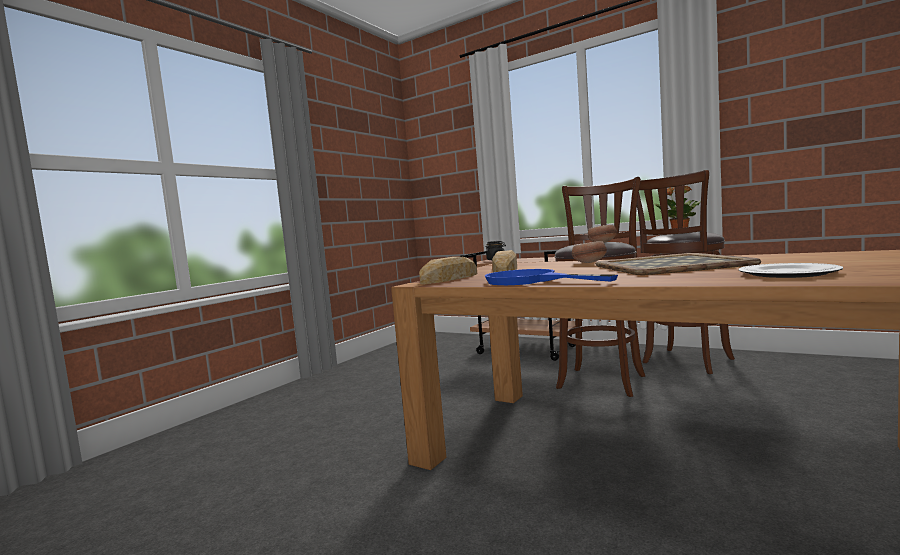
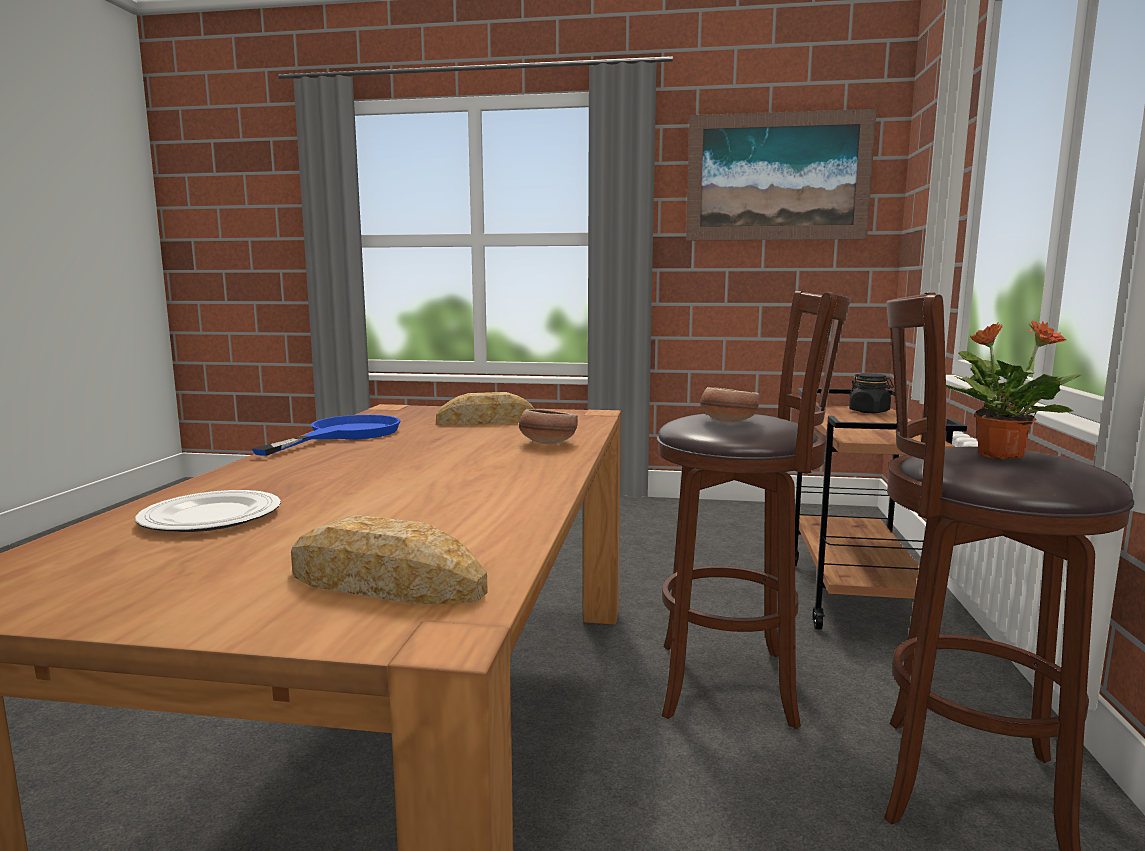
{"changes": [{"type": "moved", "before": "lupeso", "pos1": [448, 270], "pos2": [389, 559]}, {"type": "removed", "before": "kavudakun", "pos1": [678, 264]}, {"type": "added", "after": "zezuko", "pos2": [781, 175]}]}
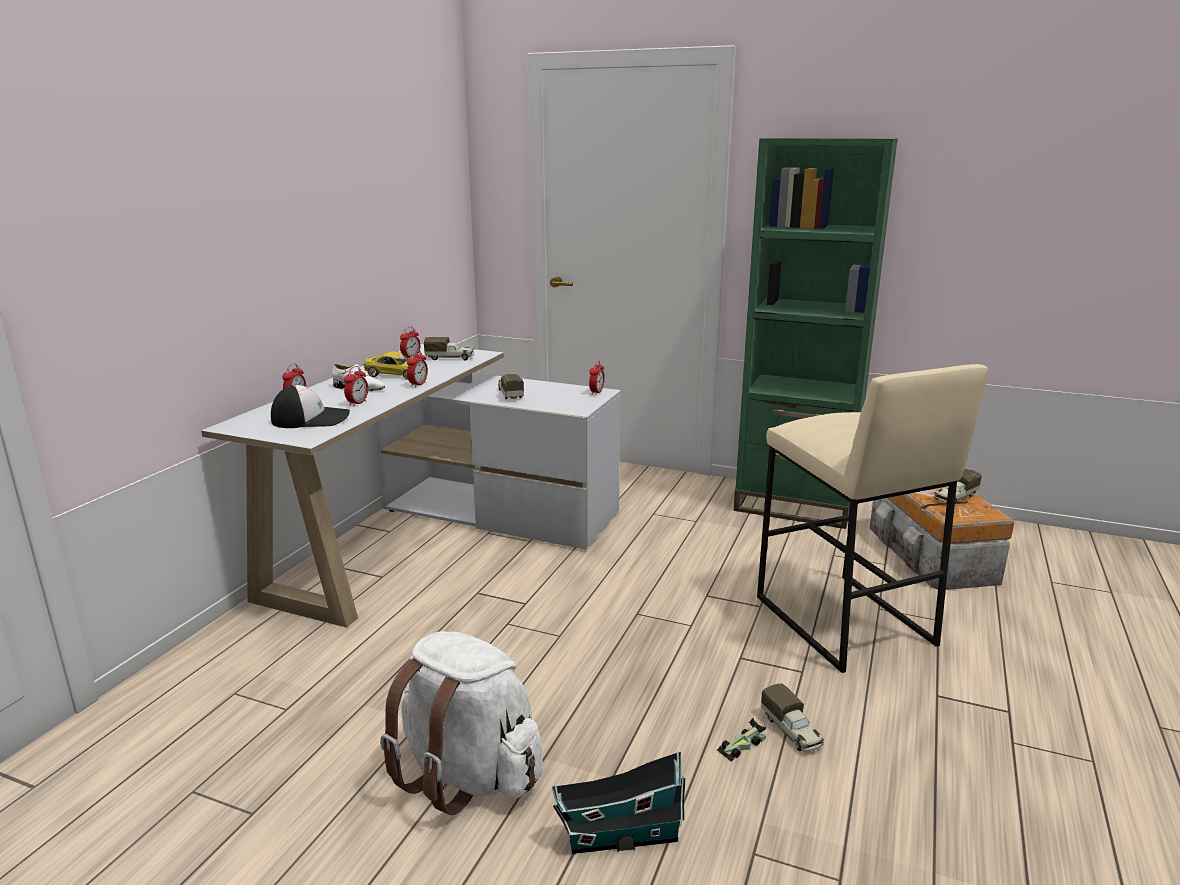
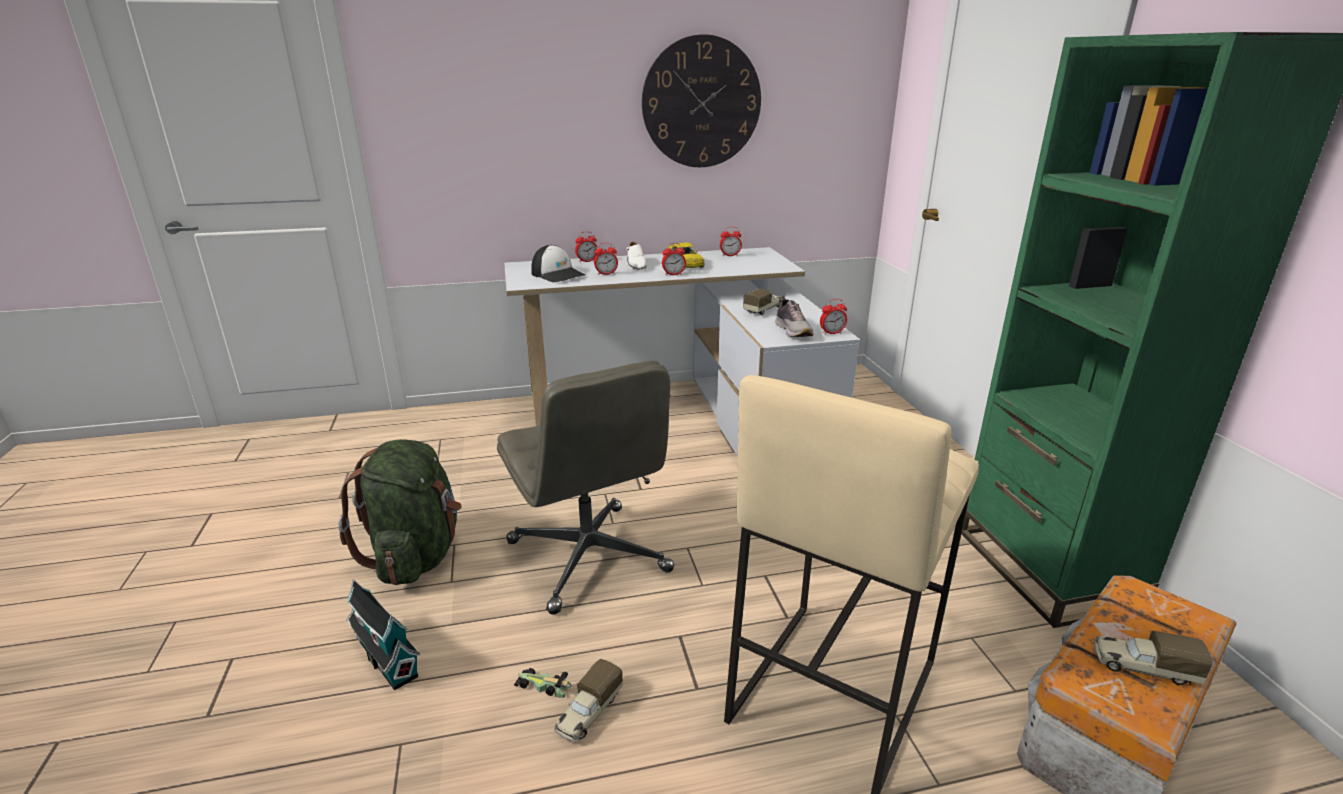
{"changes": [{"type": "recoloured", "before": "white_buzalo", "after": "green_buzalo", "pos1": [461, 723], "pos2": [400, 512]}, {"type": "removed", "before": "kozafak", "pos1": [449, 348]}, {"type": "added", "after": "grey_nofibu", "pos2": [585, 487]}, {"type": "added", "after": "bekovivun", "pos2": [701, 100]}, {"type": "added", "after": "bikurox", "pos2": [794, 316]}]}
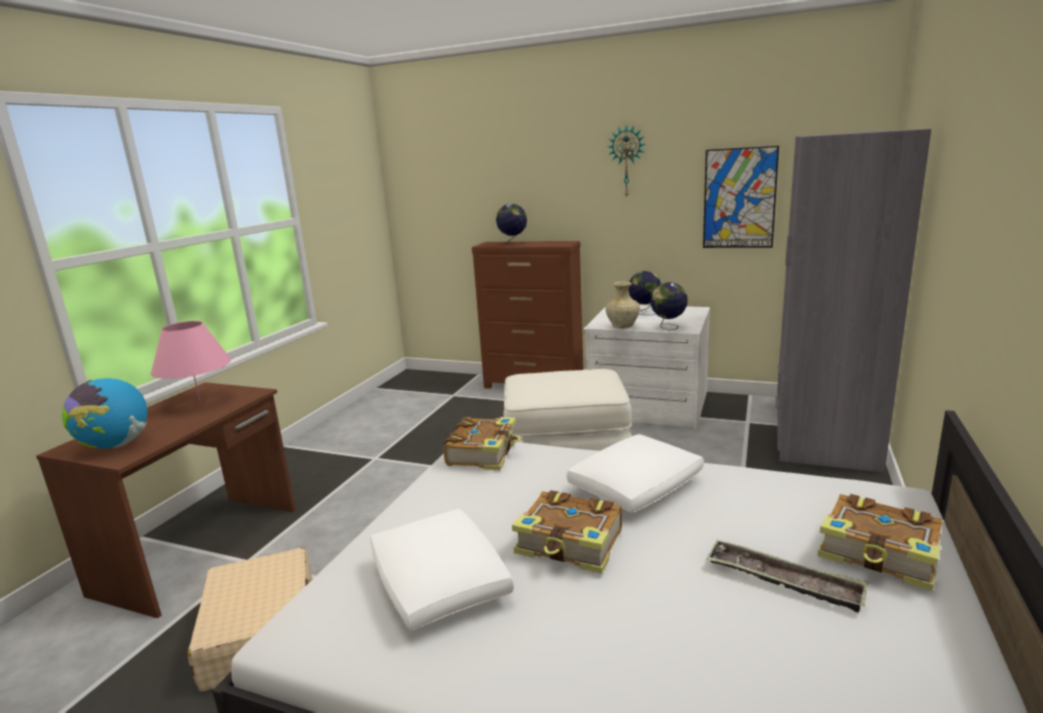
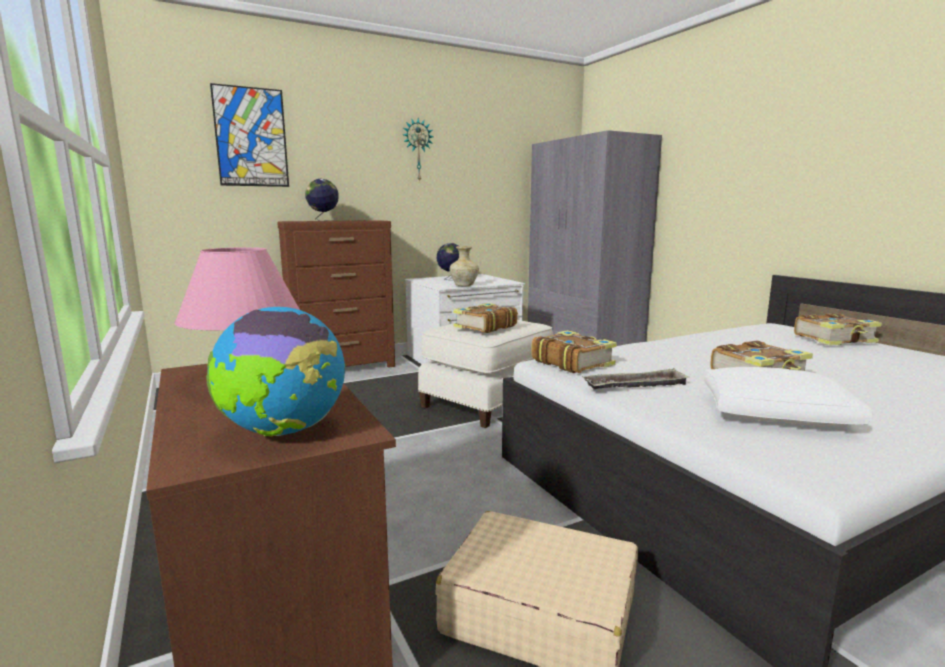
{"changes": [{"type": "removed", "before": "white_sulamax", "pos1": [635, 473]}, {"type": "removed", "before": "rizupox", "pos1": [669, 306]}, {"type": "moved", "before": "zezuko", "pos1": [741, 197], "pos2": [249, 135]}, {"type": "moved", "before": "kavudakun", "pos1": [787, 576], "pos2": [636, 378]}, {"type": "added", "after": "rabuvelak", "pos2": [485, 318]}]}
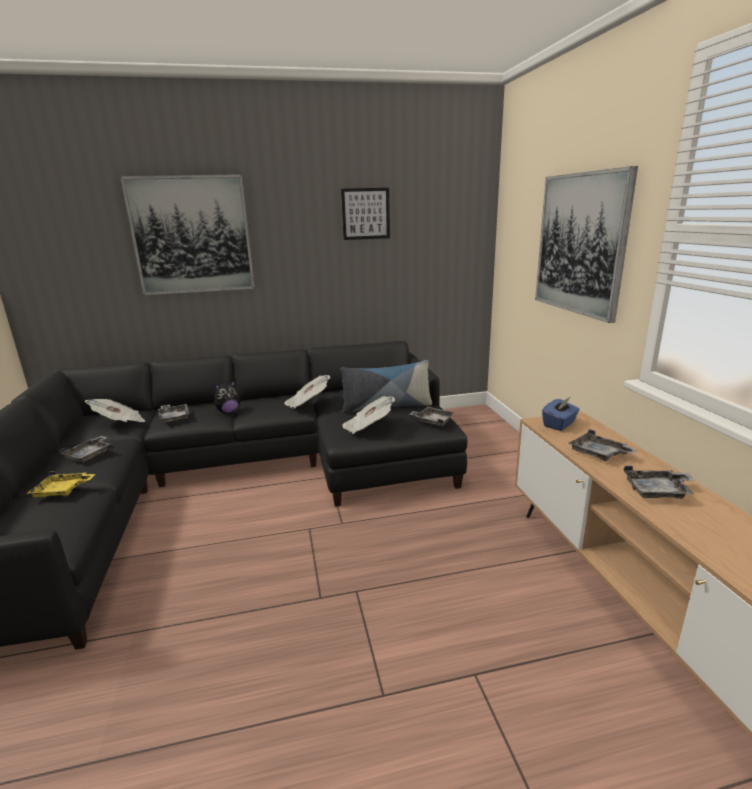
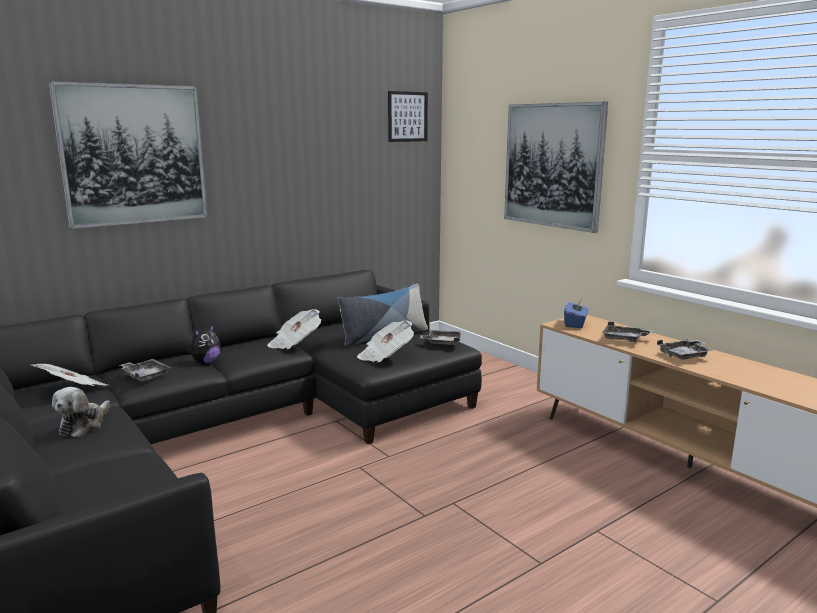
{"changes": [{"type": "removed", "before": "yellow_kavudakun", "pos1": [60, 484]}, {"type": "replaced", "before": "grey_kavudakun", "after": "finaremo", "pos1": [84, 449], "pos2": [81, 412]}, {"type": "moved", "before": "zezuko", "pos1": [365, 214], "pos2": [408, 116]}]}
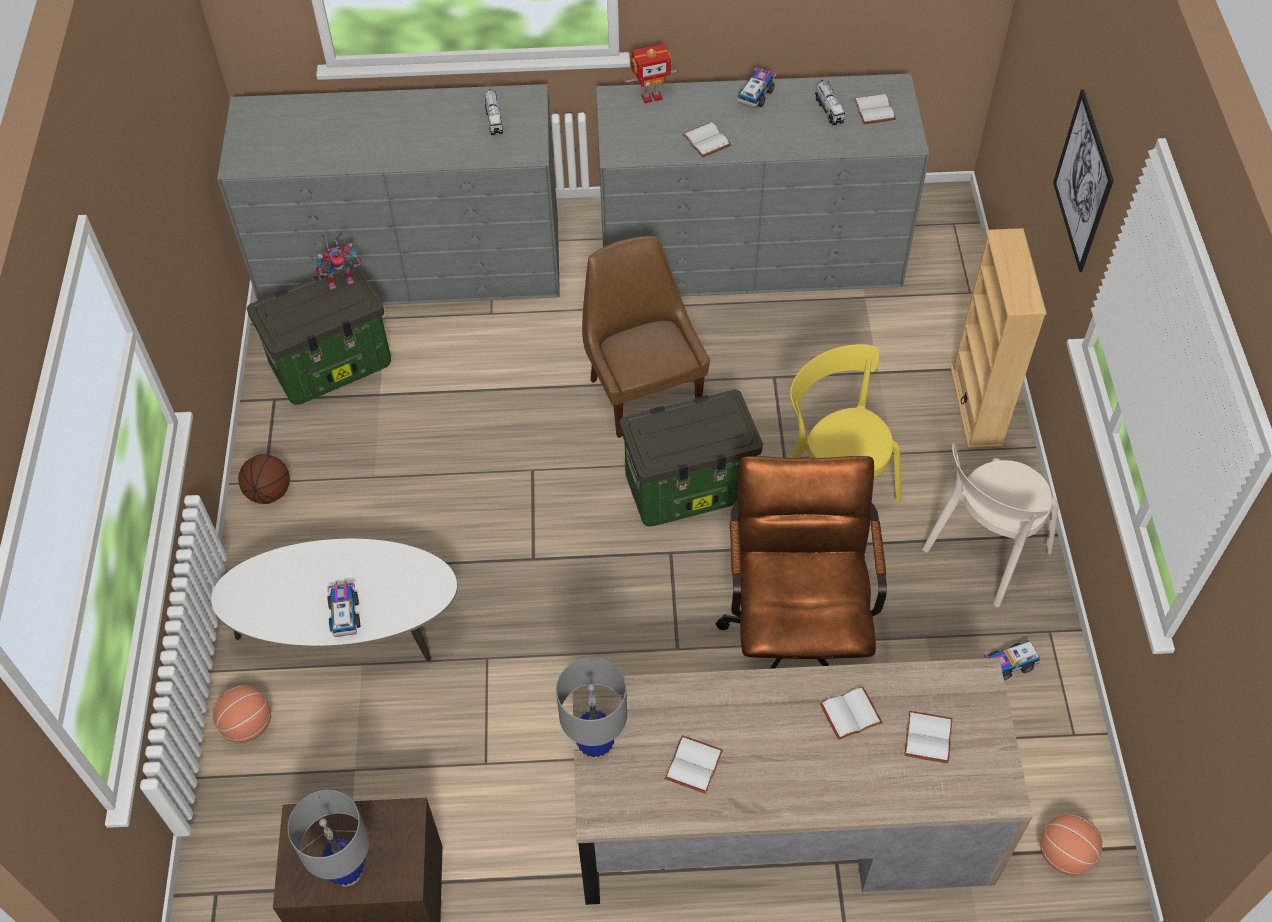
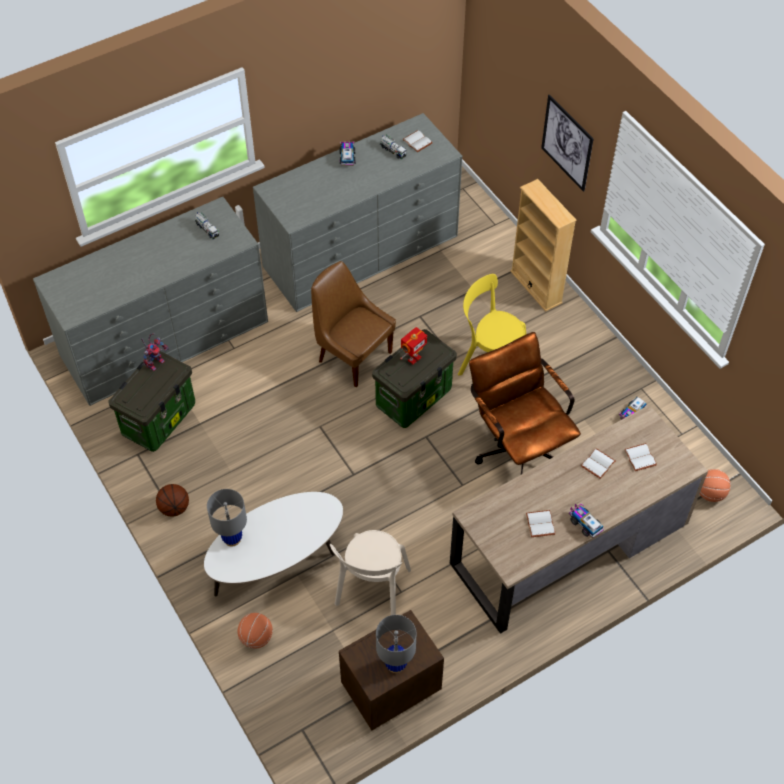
{"changes": [{"type": "moved", "before": "kozafak", "pos1": [343, 609], "pos2": [586, 520]}, {"type": "moved", "before": "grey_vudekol", "pos1": [591, 708], "pos2": [227, 517]}, {"type": "moved", "before": "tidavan", "pos1": [651, 73], "pos2": [413, 346]}, {"type": "removed", "before": "white_rabuvelak", "pos1": [707, 139]}, {"type": "moved", "before": "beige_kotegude", "pos1": [990, 525], "pos2": [370, 572]}]}
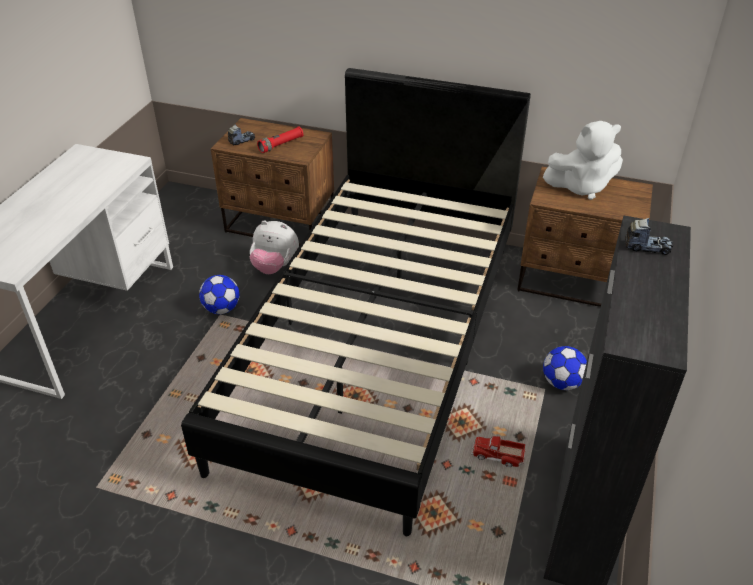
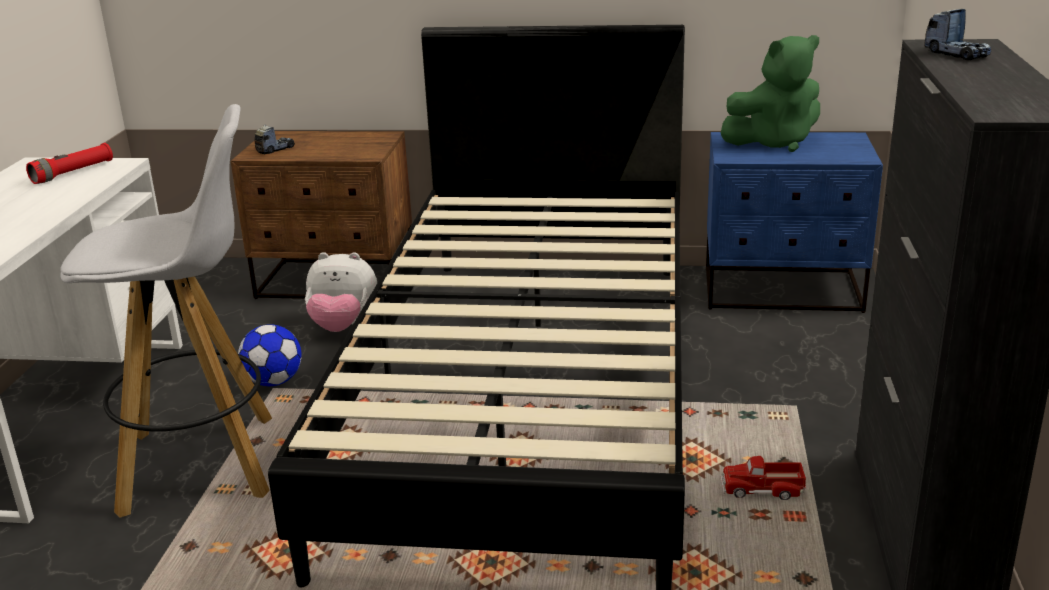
{"changes": [{"type": "moved", "before": "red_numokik", "pos1": [280, 140], "pos2": [69, 163]}, {"type": "recoloured", "before": "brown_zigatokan", "after": "blue_zigatokan", "pos1": [585, 237], "pos2": [794, 222]}, {"type": "recoloured", "before": "white_finaremo", "after": "green_finaremo", "pos1": [583, 160], "pos2": [770, 93]}, {"type": "removed", "before": "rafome", "pos1": [565, 368]}, {"type": "turned", "before": "kozafak", "pos1": [649, 236], "pos2": [957, 35], "turn": 60}, {"type": "added", "after": "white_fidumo", "pos2": [166, 311]}]}
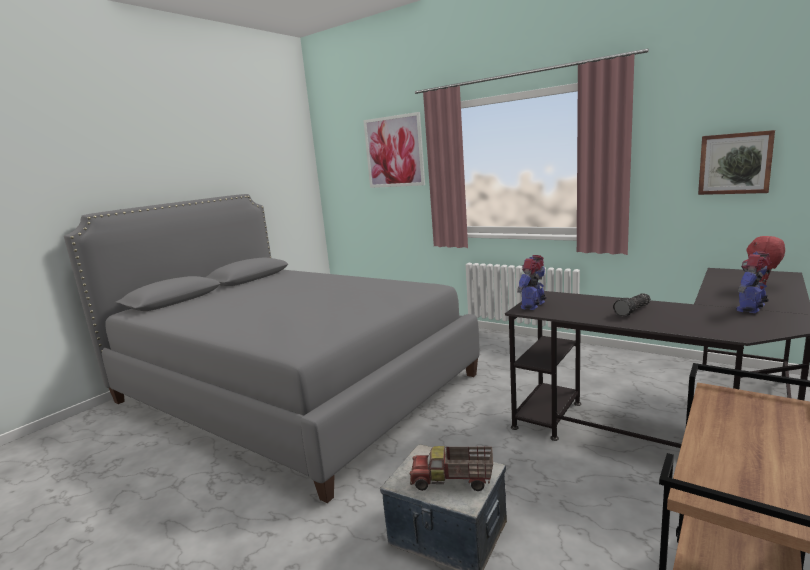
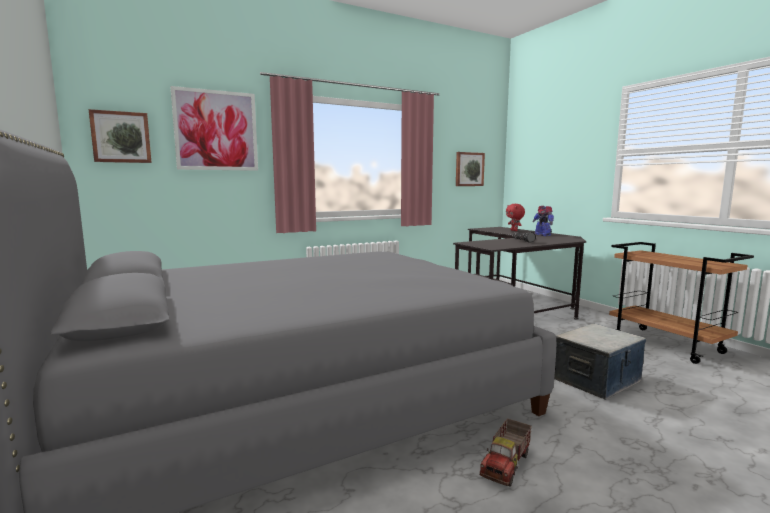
{"changes": [{"type": "moved", "before": "kozafak", "pos1": [451, 468], "pos2": [506, 452]}, {"type": "removed", "before": "tidavan", "pos1": [532, 282]}, {"type": "added", "after": "zezuko", "pos2": [120, 136]}]}
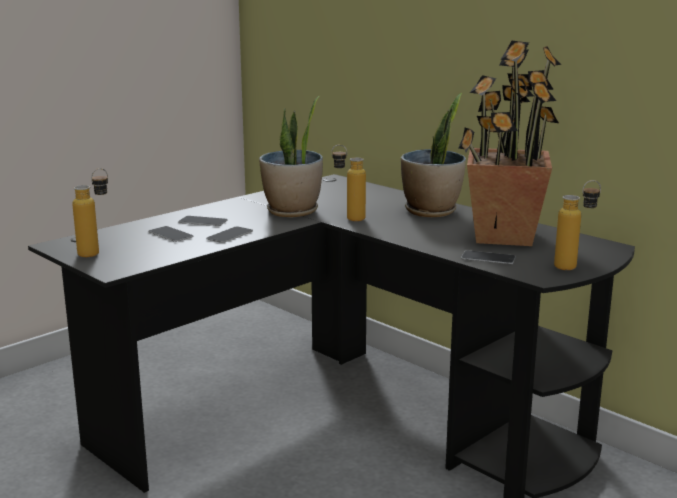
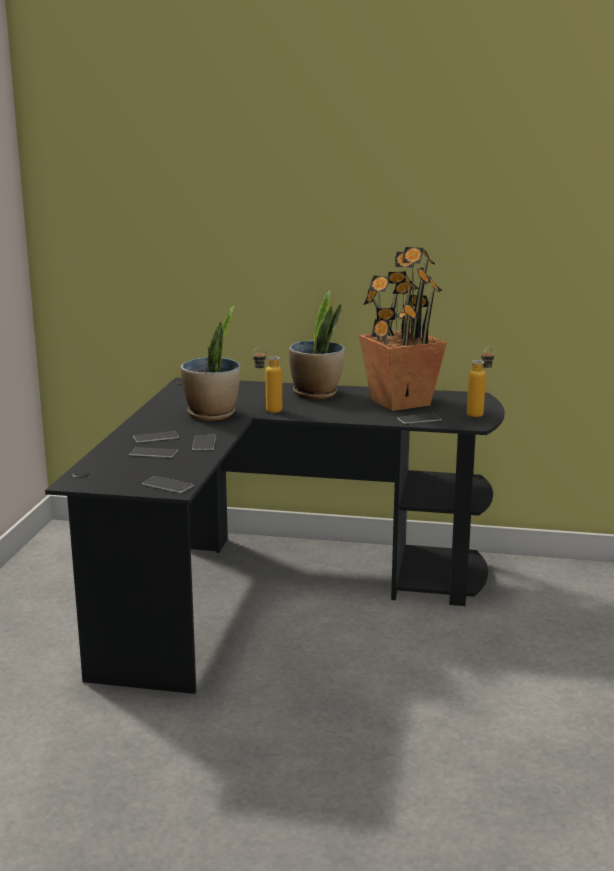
{"changes": [{"type": "removed", "before": "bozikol", "pos1": [90, 212]}, {"type": "added", "after": "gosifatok", "pos2": [168, 484]}]}
